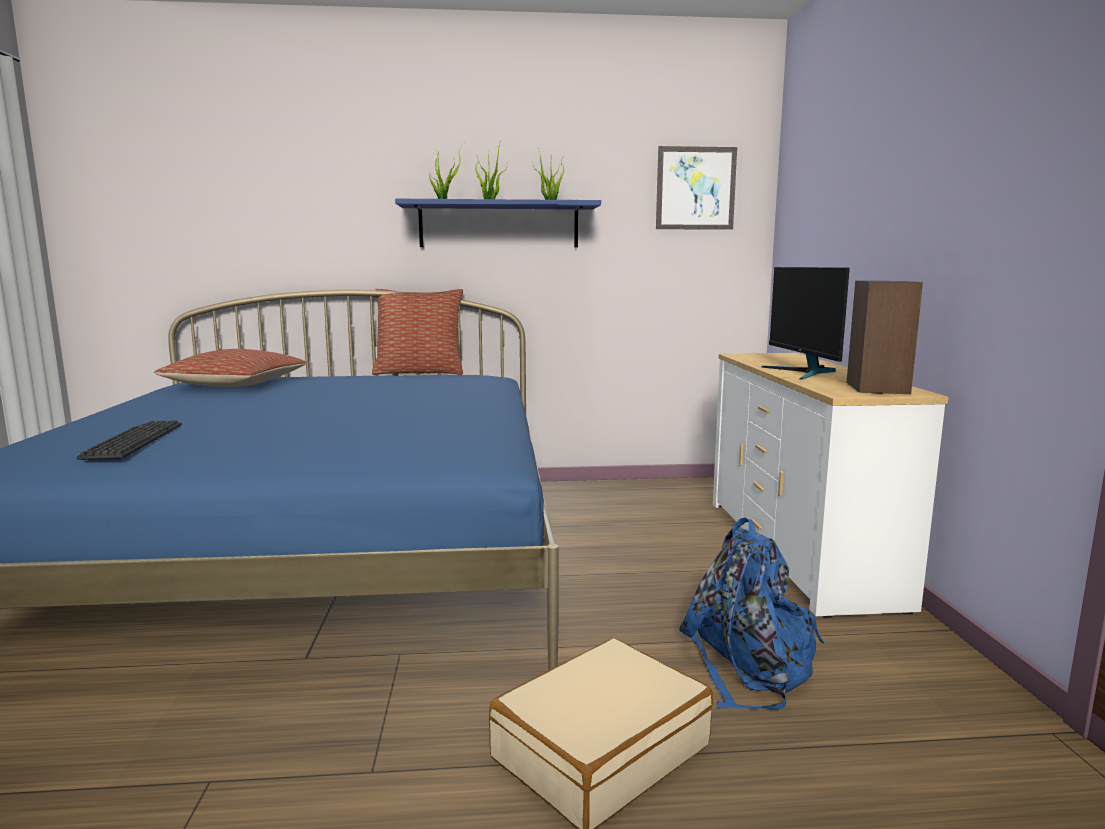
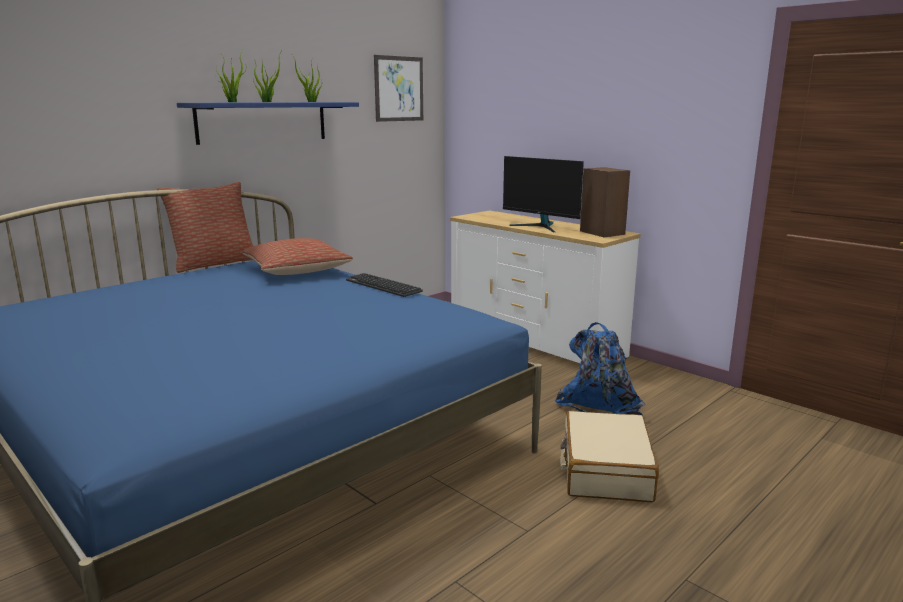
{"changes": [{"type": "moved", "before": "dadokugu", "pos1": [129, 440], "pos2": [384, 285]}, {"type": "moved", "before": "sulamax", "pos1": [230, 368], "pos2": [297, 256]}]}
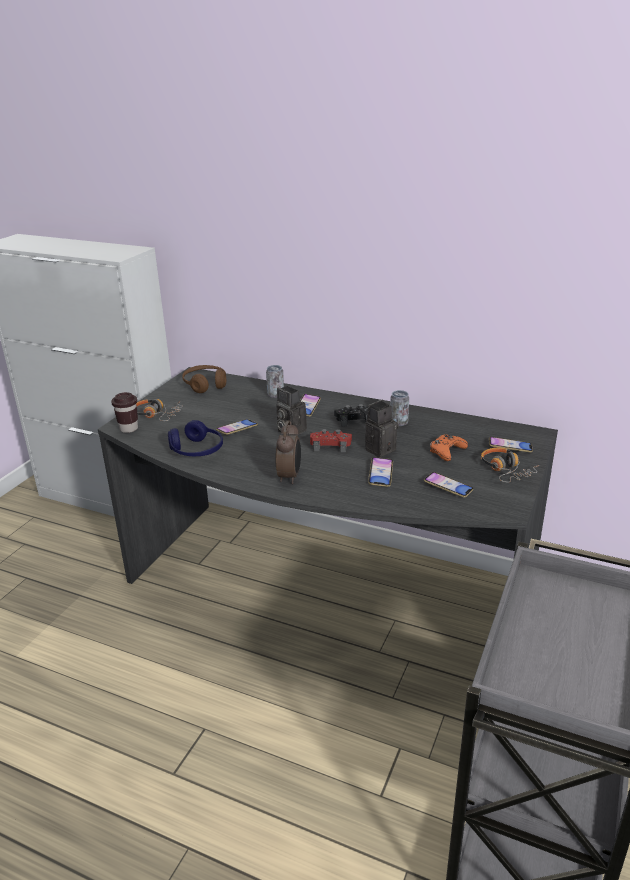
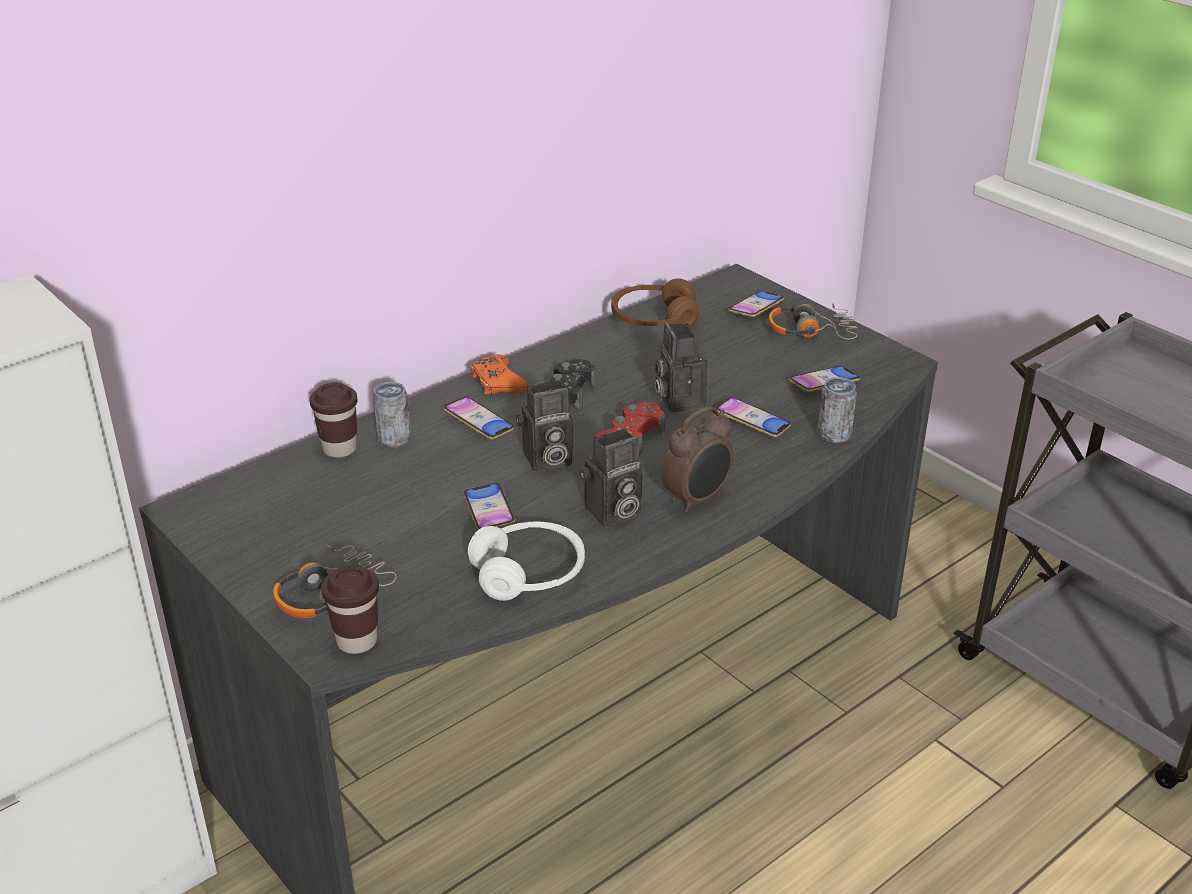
{"changes": [{"type": "recoloured", "before": "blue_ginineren", "after": "white_ginineren", "pos1": [195, 438], "pos2": [526, 561]}, {"type": "moved", "before": "brown_ginineren", "pos1": [204, 379], "pos2": [655, 303]}, {"type": "turned", "before": "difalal", "pos1": [288, 452], "pos2": [697, 459], "turn": 105}, {"type": "moved", "before": "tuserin", "pos1": [399, 408], "pos2": [837, 410]}, {"type": "moved", "before": "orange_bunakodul", "pos1": [449, 447], "pos2": [499, 374]}, {"type": "added", "after": "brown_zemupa", "pos2": [333, 420]}, {"type": "added", "after": "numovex", "pos2": [611, 477]}]}
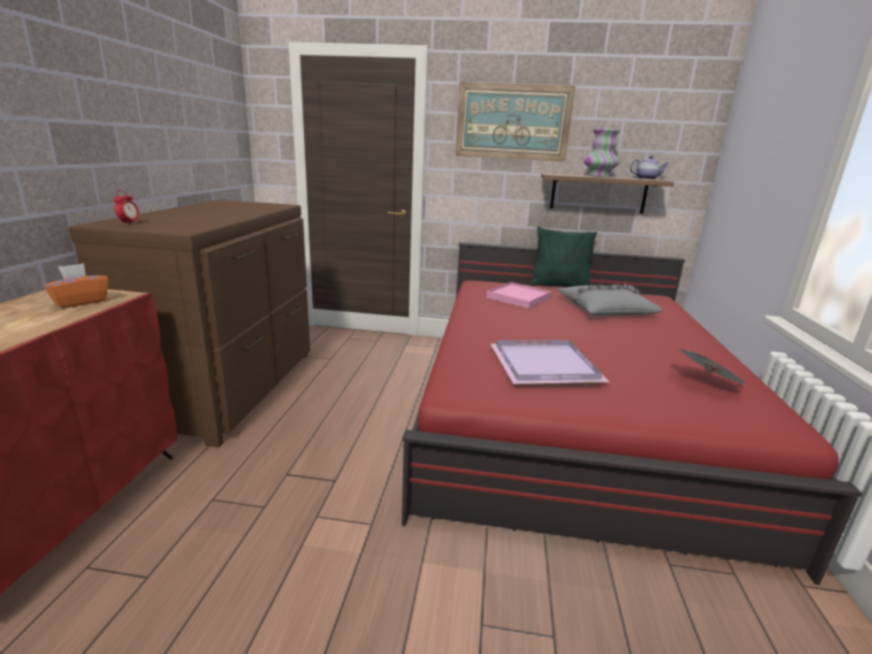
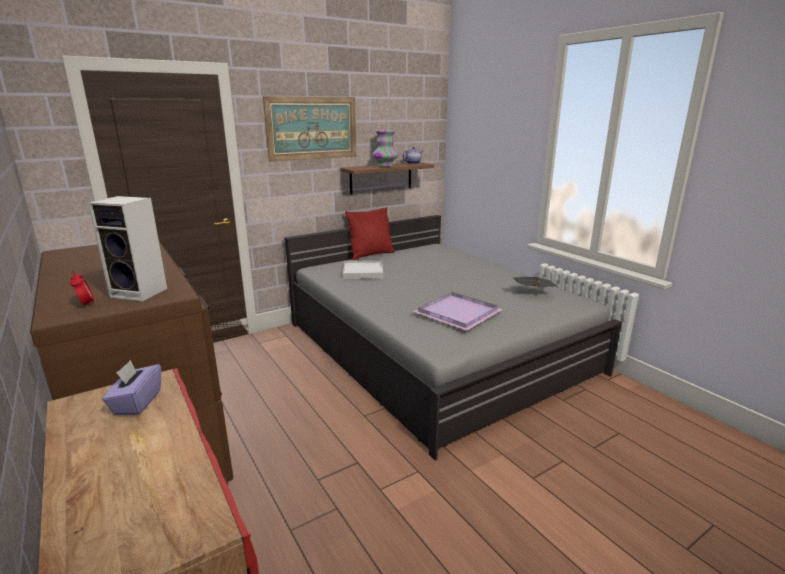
{"changes": [{"type": "recoloured", "before": "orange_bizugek", "after": "purple_bizugek", "pos1": [76, 285], "pos2": [131, 387]}, {"type": "recoloured", "before": "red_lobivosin", "after": "grey_lobivosin", "pos1": [632, 413], "pos2": [453, 338]}, {"type": "recoloured", "before": "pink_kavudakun", "after": "white_kavudakun", "pos1": [519, 295], "pos2": [363, 270]}, {"type": "recoloured", "before": "green_sulamax", "after": "red_sulamax", "pos1": [563, 256], "pos2": [370, 233]}, {"type": "removed", "before": "grey_sulamax", "pos1": [610, 300]}, {"type": "added", "after": "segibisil", "pos2": [127, 248]}]}
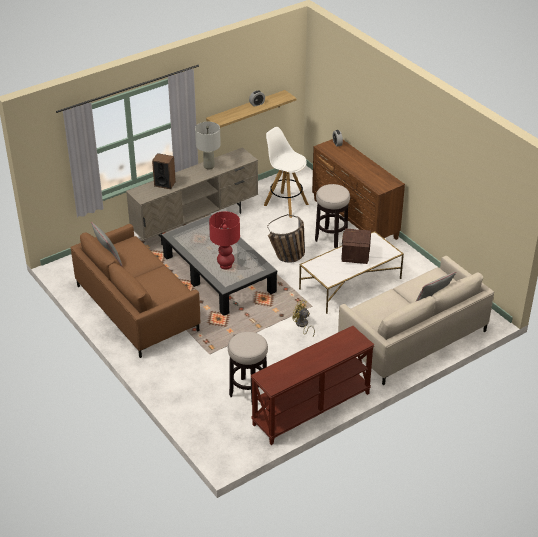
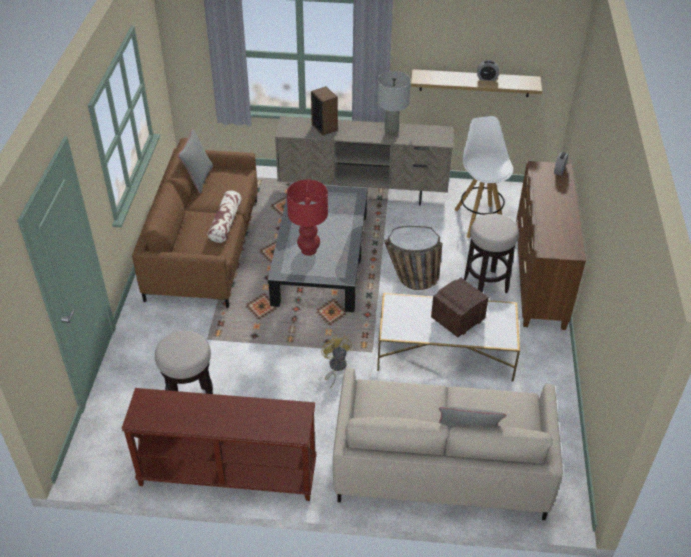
{"changes": [{"type": "added", "after": "sulamax", "pos2": [225, 216]}]}
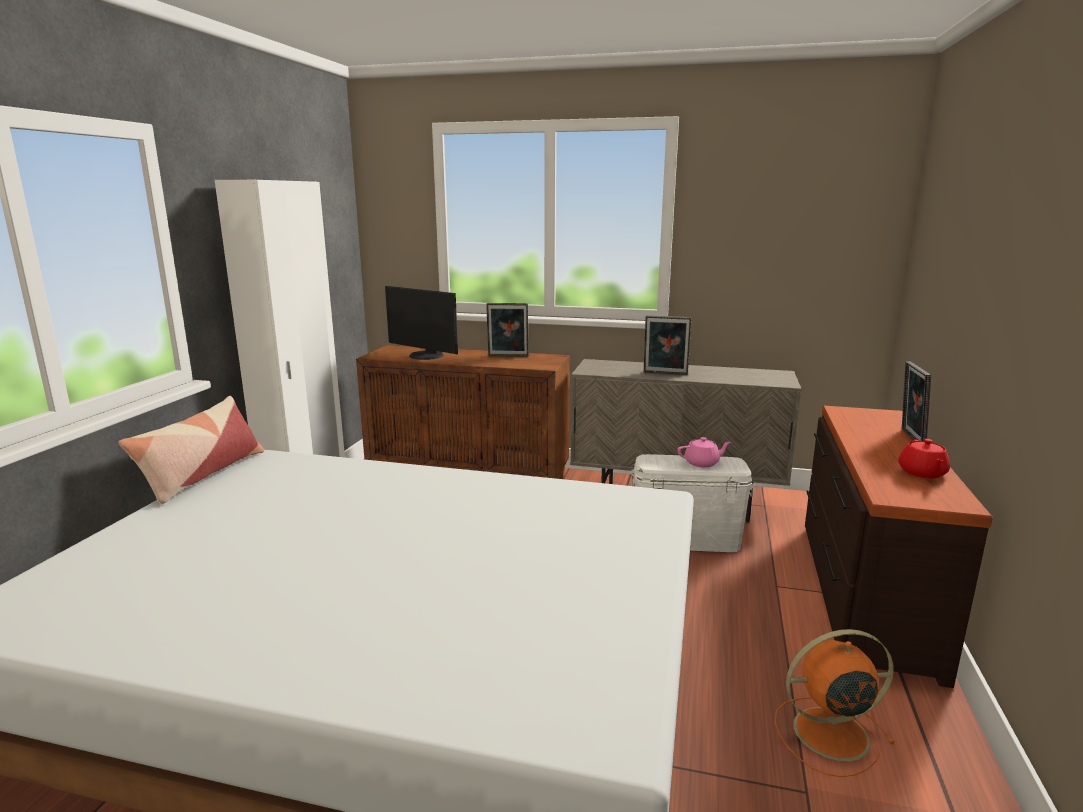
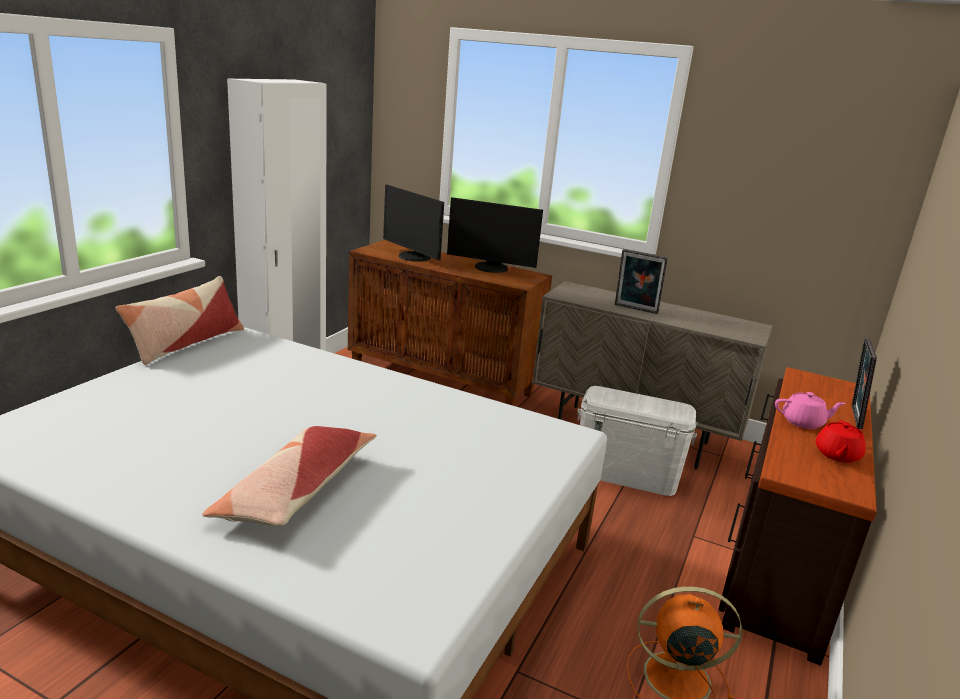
{"changes": [{"type": "replaced", "before": "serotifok", "after": "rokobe", "pos1": [507, 330], "pos2": [495, 235]}, {"type": "moved", "before": "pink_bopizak", "pos1": [704, 452], "pos2": [810, 410]}, {"type": "added", "after": "sulamax", "pos2": [289, 476]}]}
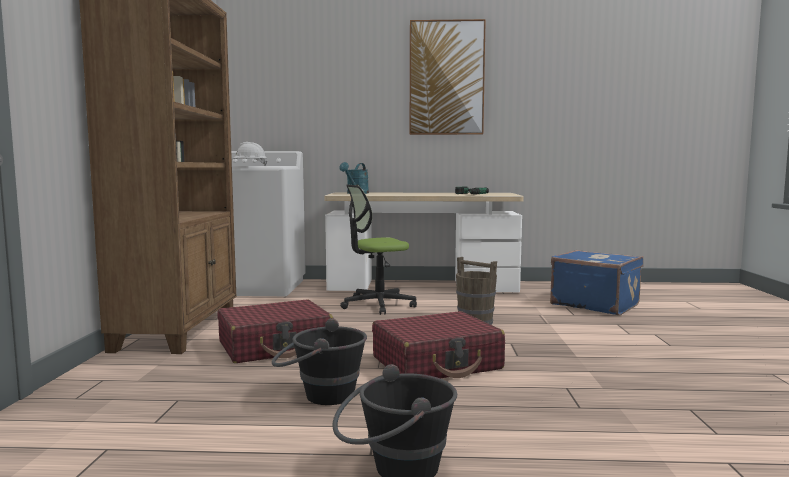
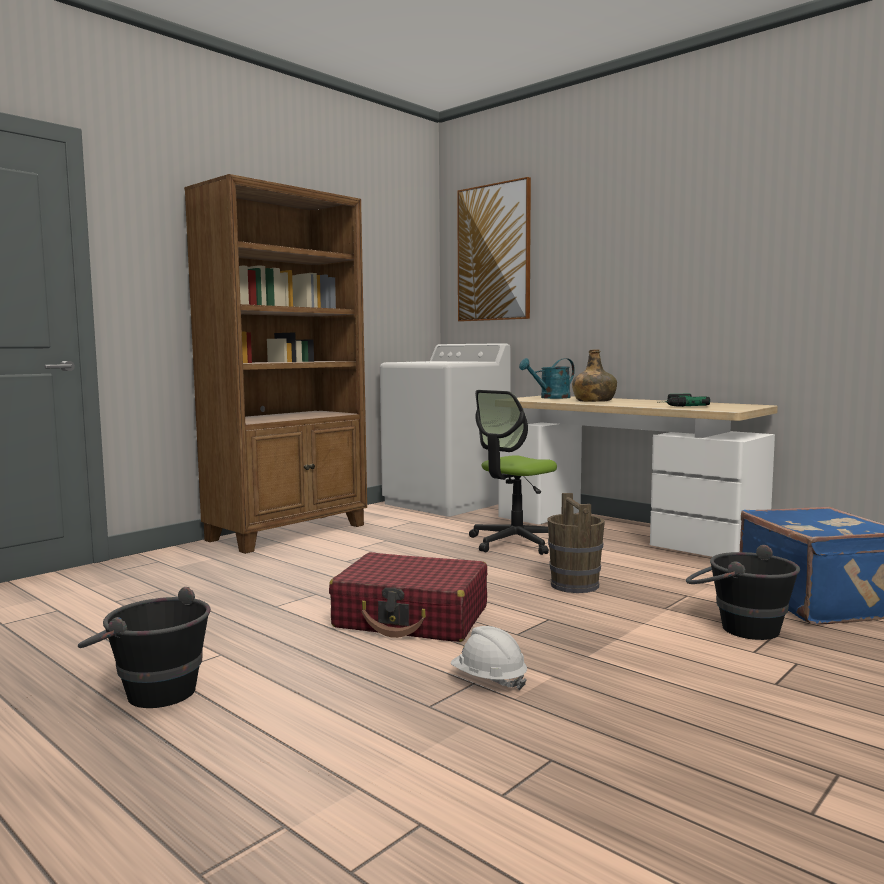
{"changes": [{"type": "removed", "before": "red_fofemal", "pos1": [275, 331]}, {"type": "moved", "before": "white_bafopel", "pos1": [249, 153], "pos2": [489, 658]}, {"type": "moved", "before": "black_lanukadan", "pos1": [319, 361], "pos2": [743, 592]}, {"type": "turned", "before": "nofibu", "pos1": [378, 249], "pos2": [513, 472], "turn": -60}, {"type": "moved", "before": "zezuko", "pos1": [448, 77], "pos2": [494, 249]}, {"type": "added", "after": "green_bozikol", "pos2": [594, 375]}]}
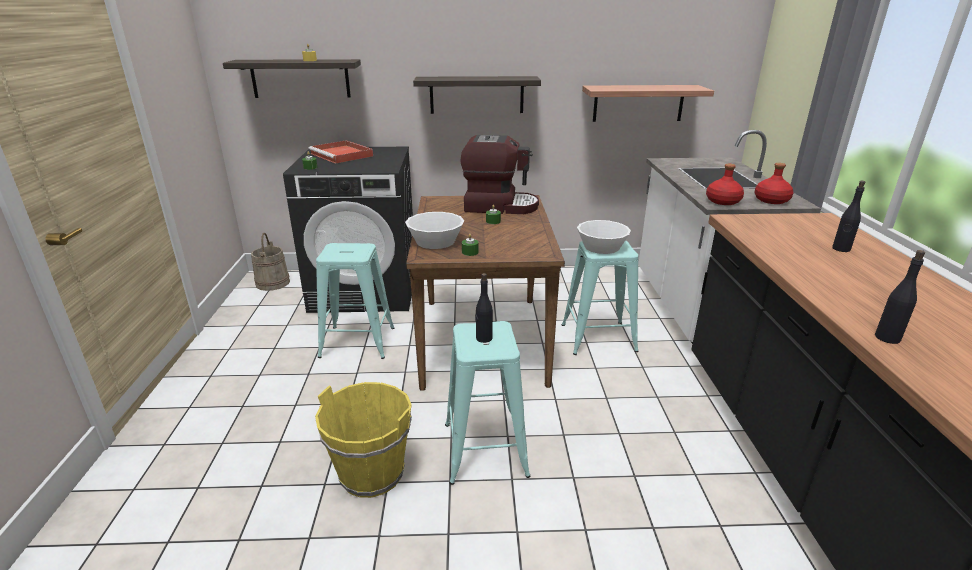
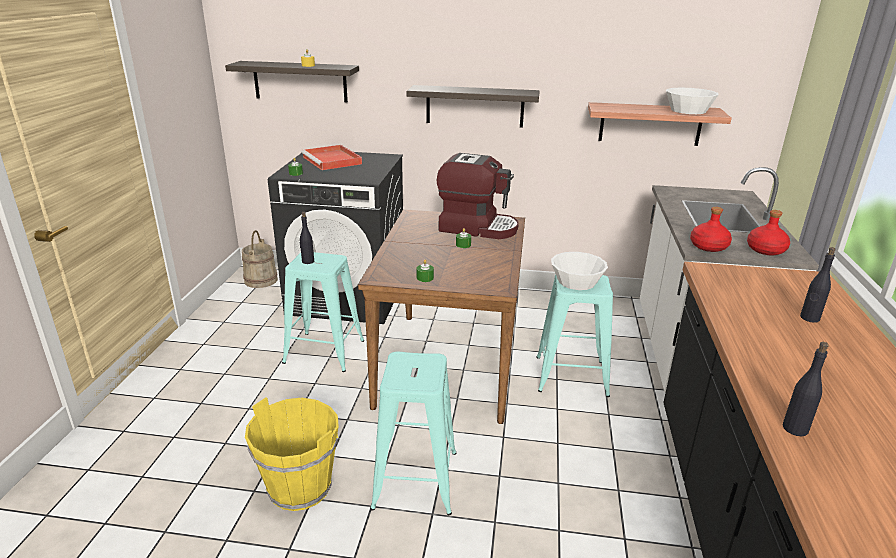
{"changes": [{"type": "moved", "before": "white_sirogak", "pos1": [434, 230], "pos2": [692, 100]}, {"type": "moved", "before": "black_bozikol", "pos1": [484, 308], "pos2": [307, 238]}]}
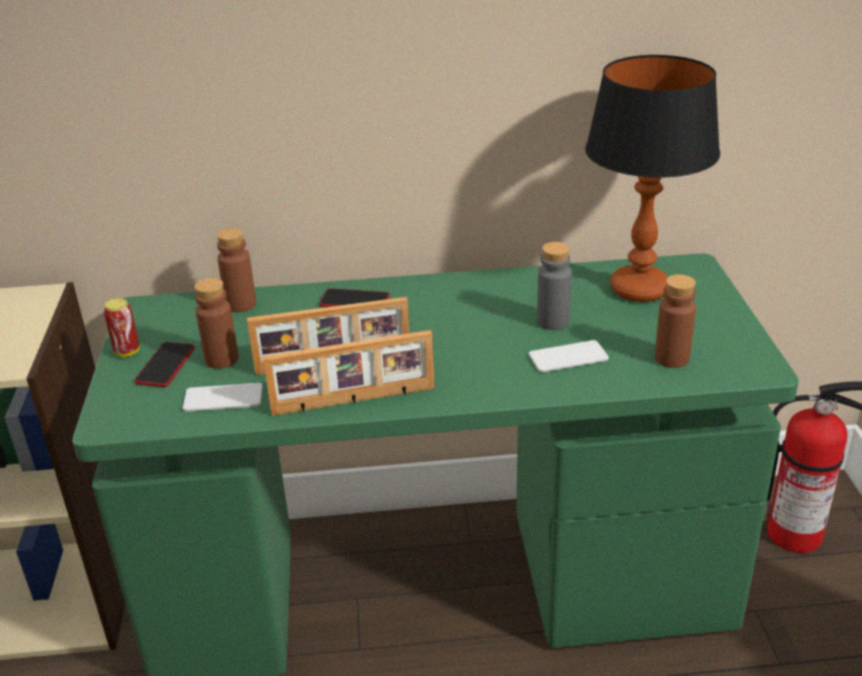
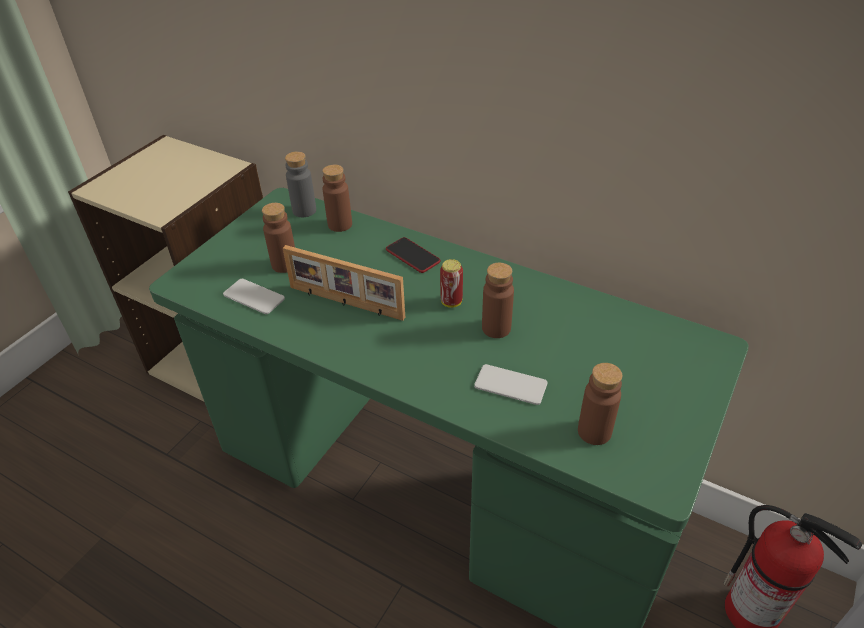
{"changes": [{"type": "moved", "before": "tuserin", "pos1": [121, 327], "pos2": [451, 283]}, {"type": "removed", "before": "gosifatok", "pos1": [164, 364]}, {"type": "removed", "before": "serotifok", "pos1": [349, 373]}, {"type": "moved", "before": "grey_bozikol", "pos1": [554, 286], "pos2": [300, 184]}, {"type": "removed", "before": "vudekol", "pos1": [652, 178]}, {"type": "added", "after": "brown_bozikol", "pos2": [498, 300]}]}
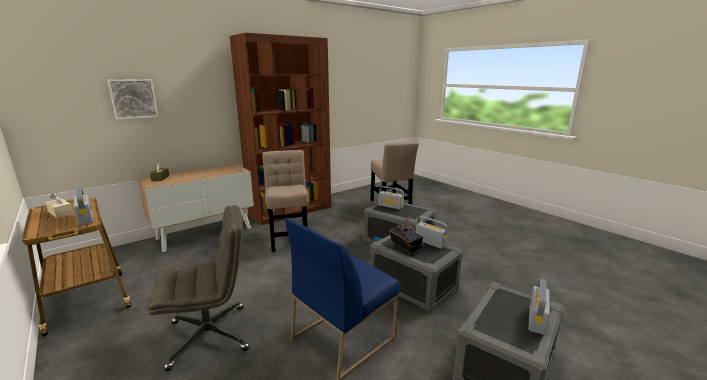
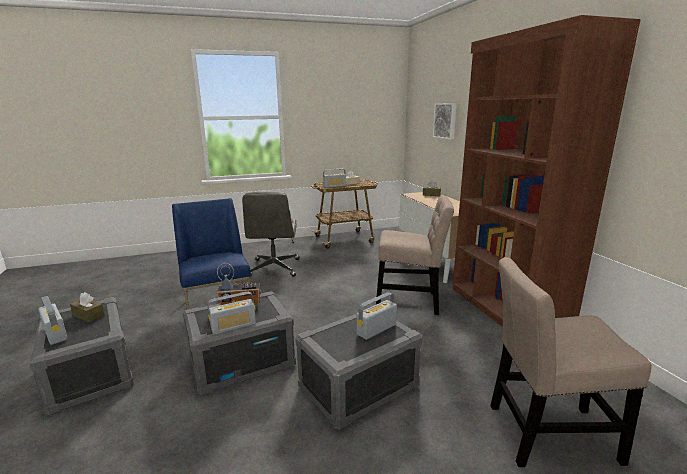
{"changes": [{"type": "added", "after": "brown_bizugek", "pos2": [87, 307]}]}
